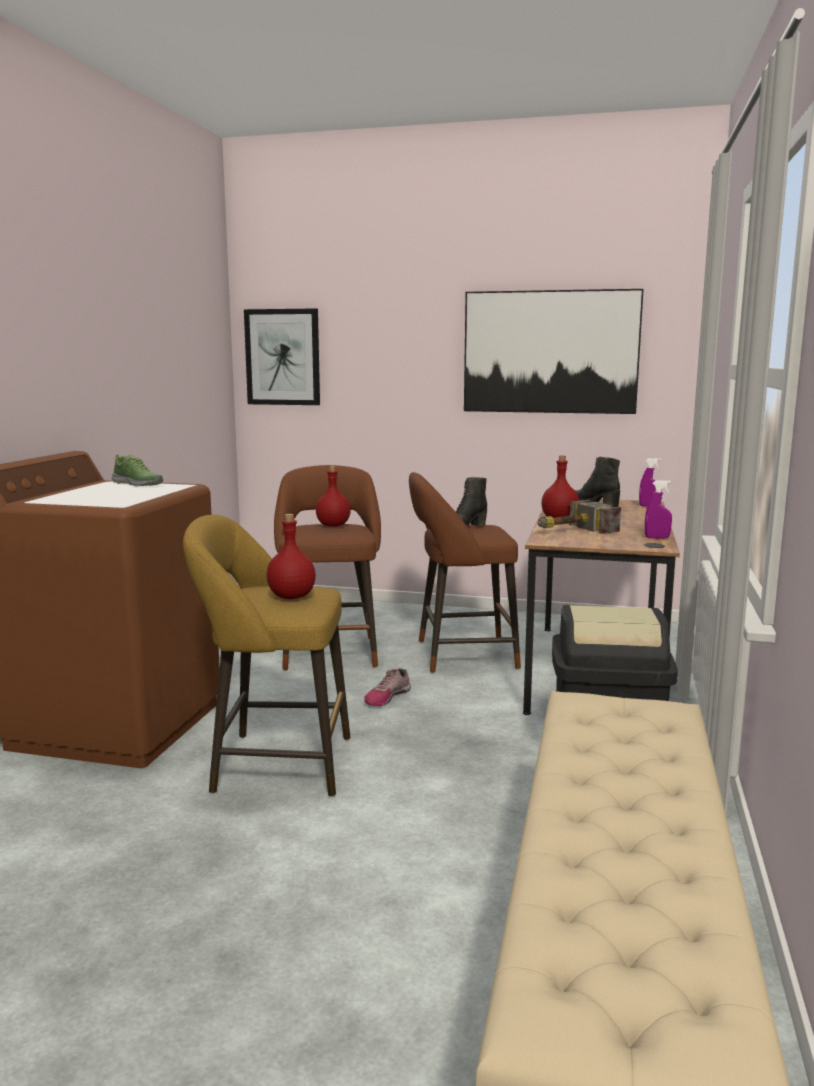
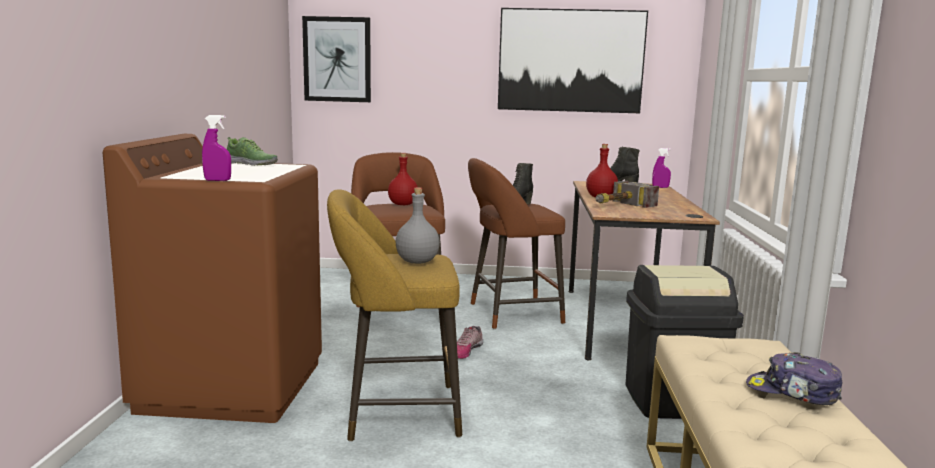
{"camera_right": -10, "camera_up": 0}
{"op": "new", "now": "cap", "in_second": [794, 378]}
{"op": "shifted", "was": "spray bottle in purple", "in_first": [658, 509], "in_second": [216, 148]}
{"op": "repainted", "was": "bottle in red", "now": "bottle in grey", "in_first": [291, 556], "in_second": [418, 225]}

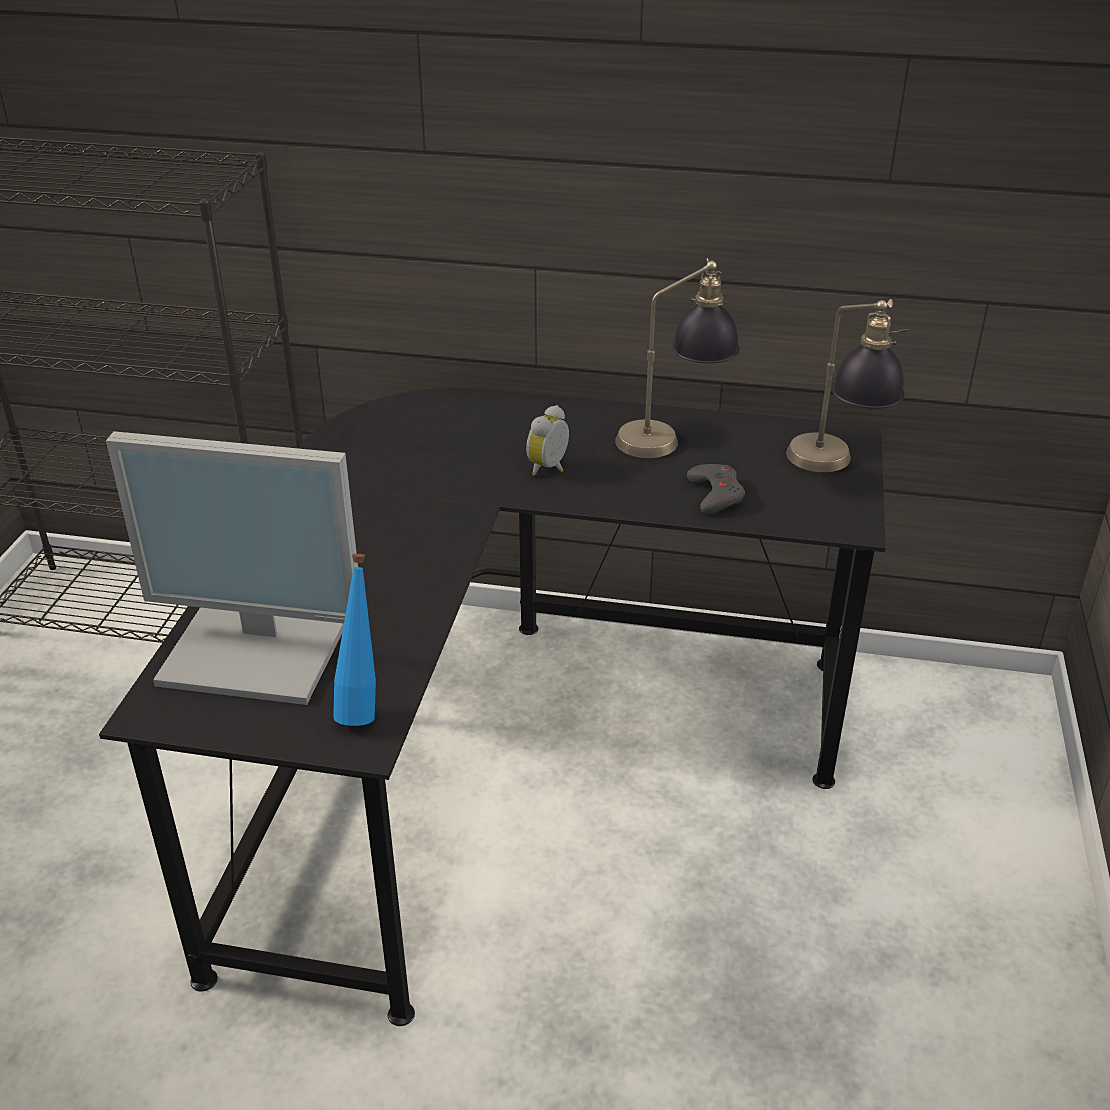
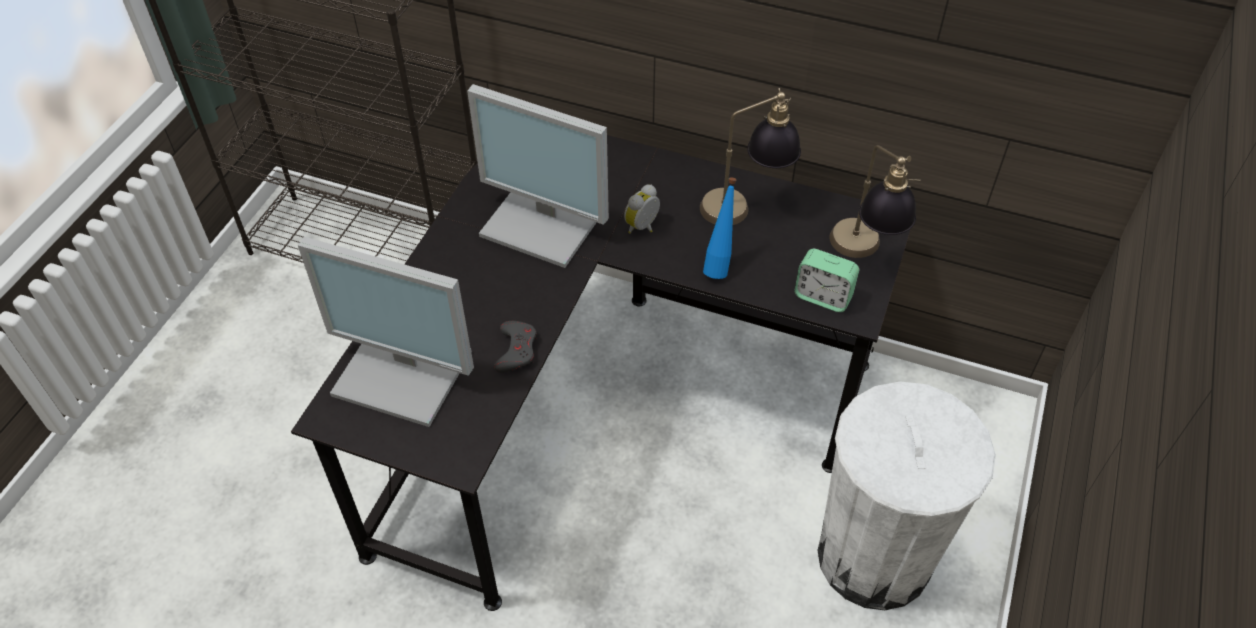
{"camera_right": 10, "camera_up": 15}
{"op": "new", "now": "monitor", "in_second": [538, 176]}
{"op": "new", "now": "alarm clock", "in_second": [826, 280]}
{"op": "new", "now": "trash can in white", "in_second": [906, 496]}
{"op": "shifted", "was": "bottle in blue", "in_first": [354, 640], "in_second": [719, 228]}
{"op": "shifted", "was": "game controller in grey", "in_first": [716, 489], "in_second": [515, 347]}

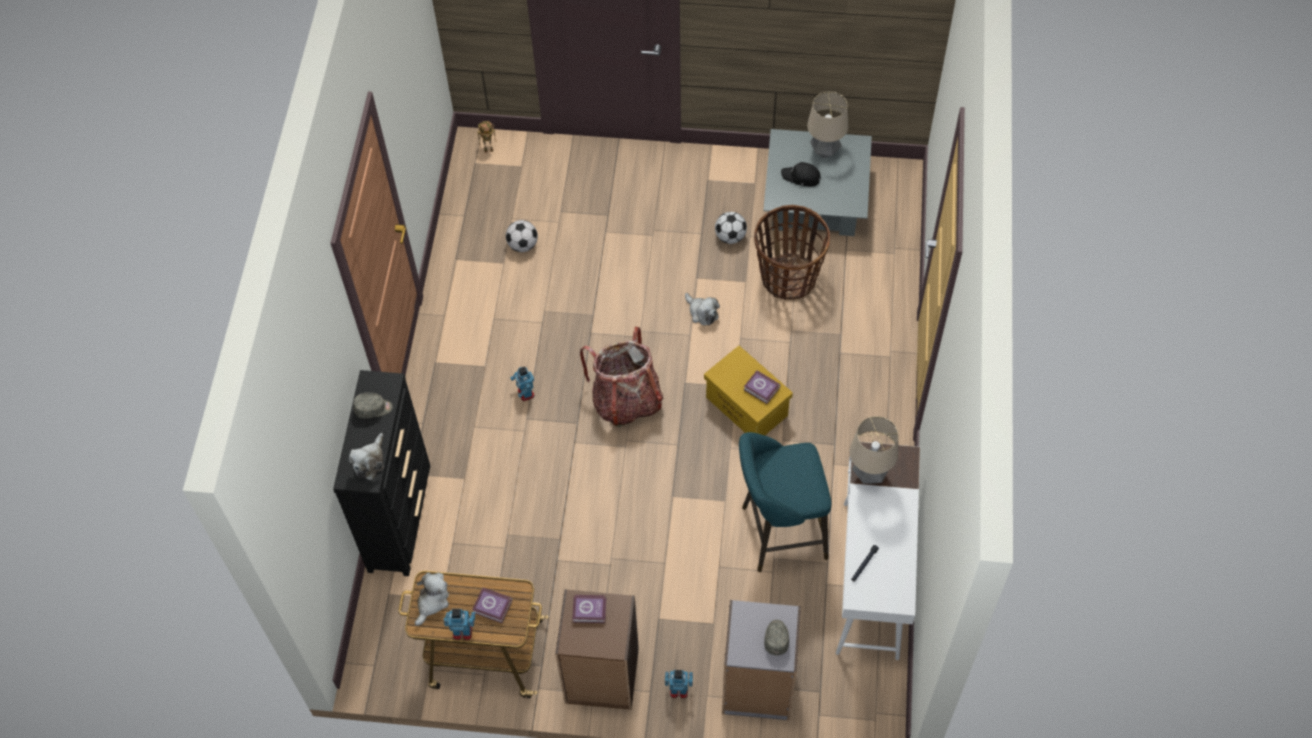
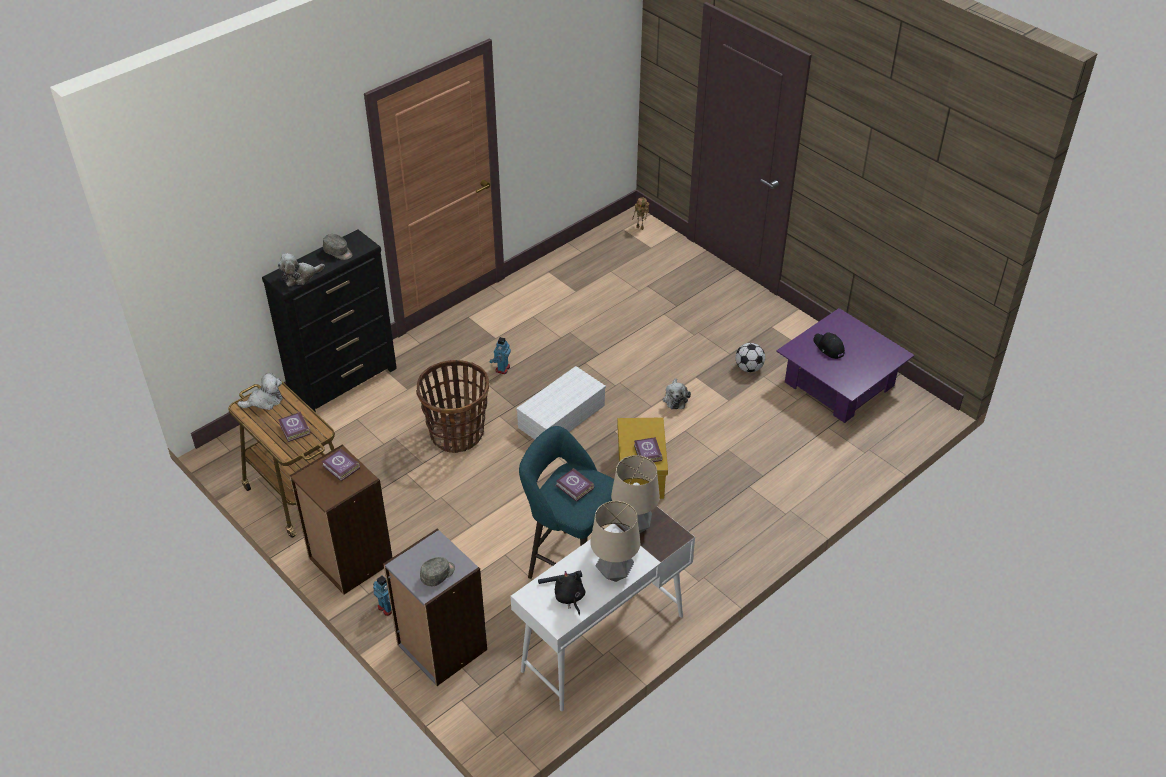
{"camera_right": 40, "camera_up": -15}
{"op": "gone", "was": "toy robot", "in_first": [459, 624]}
{"op": "gone", "was": "football", "in_first": [522, 236]}
{"op": "new", "now": "plush toy in black", "in_second": [570, 593]}
{"op": "new", "now": "book", "in_second": [575, 485]}
{"op": "shifted", "was": "basket", "in_first": [792, 252], "in_second": [452, 406]}
{"op": "shifted", "was": "table lamp", "in_first": [827, 124], "in_second": [615, 541]}
{"op": "swapped", "was": "backpack", "now": "storage box in white", "in_first": [621, 376], "in_second": [561, 403]}
{"op": "repainted", "was": "coffee table in grey", "now": "coffee table in purple", "in_first": [817, 182], "in_second": [845, 365]}

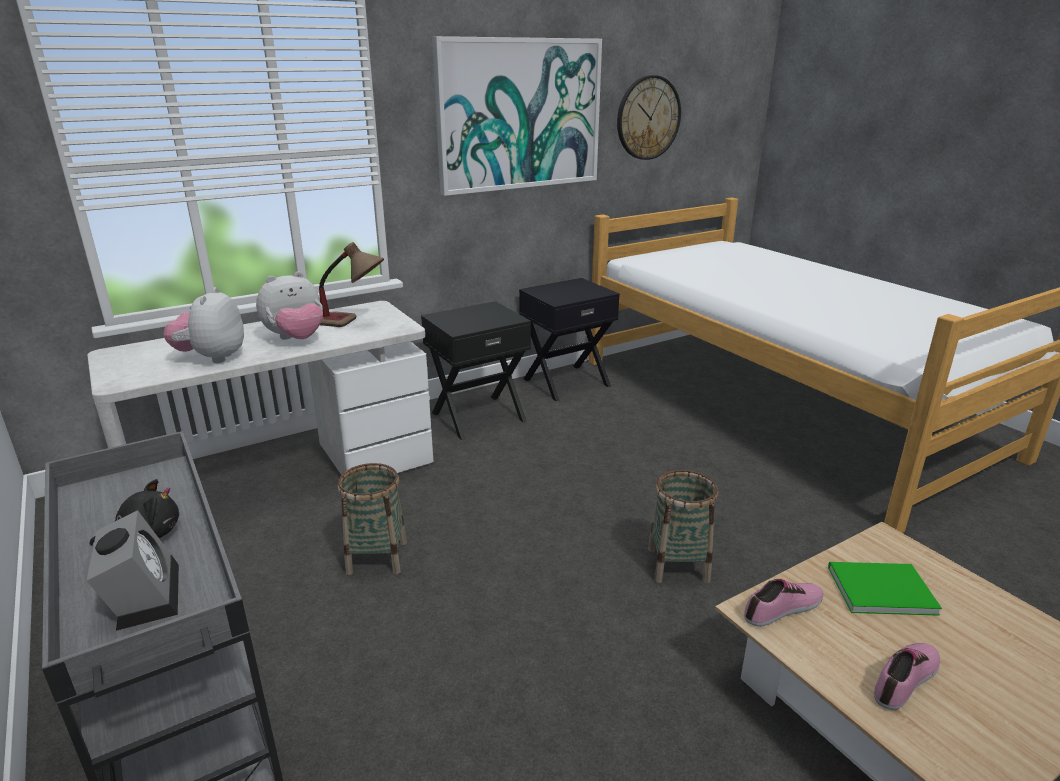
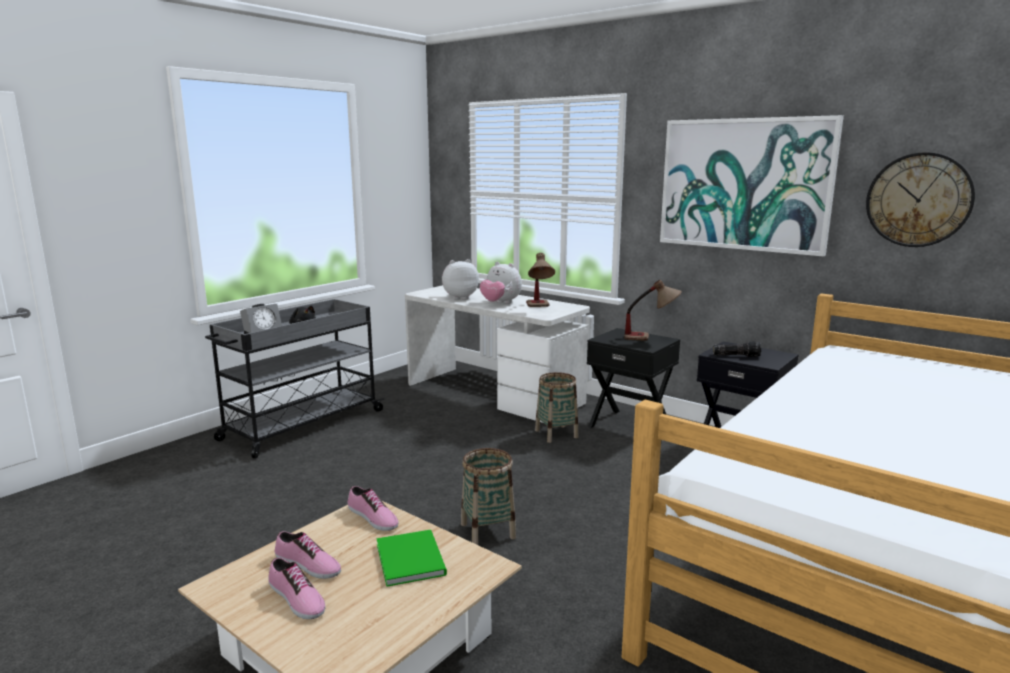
{"camera_right": 70, "camera_up": -10}
{"op": "new", "now": "shoe", "in_second": [297, 588]}
{"op": "new", "now": "table lamp", "in_second": [653, 310]}
{"op": "new", "now": "flashlight", "in_second": [737, 349]}
{"op": "shifted", "was": "basket", "in_first": [372, 519], "in_second": [557, 407]}

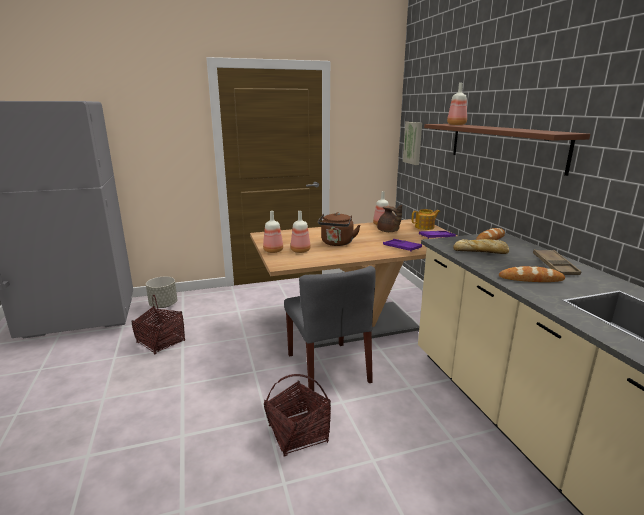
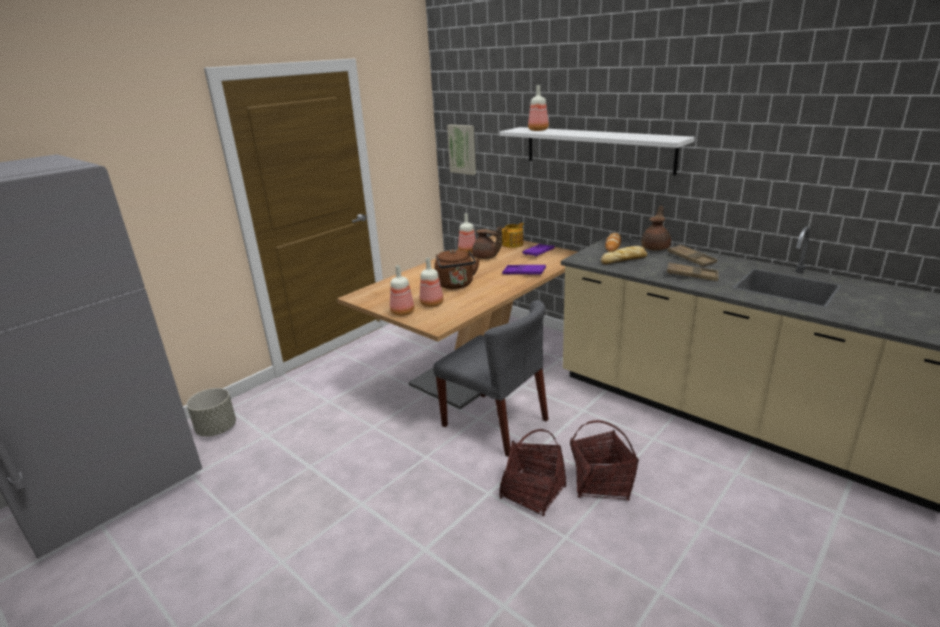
{"camera_right": -30, "camera_up": 5}
{"op": "new", "now": "teapot in brown", "in_second": [656, 228]}
{"op": "shifted", "was": "basket", "in_first": [158, 325], "in_second": [604, 460]}
{"op": "swapped", "was": "bread", "now": "tray in brown", "in_first": [532, 274], "in_second": [693, 272]}
{"op": "repainted", "was": "shelf in brown", "now": "shelf in white", "in_first": [507, 150], "in_second": [597, 151]}

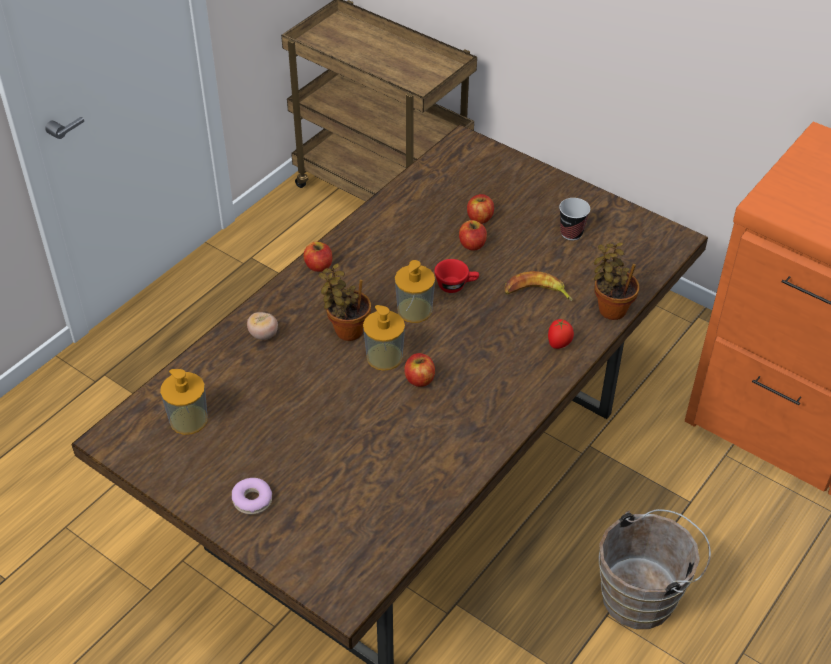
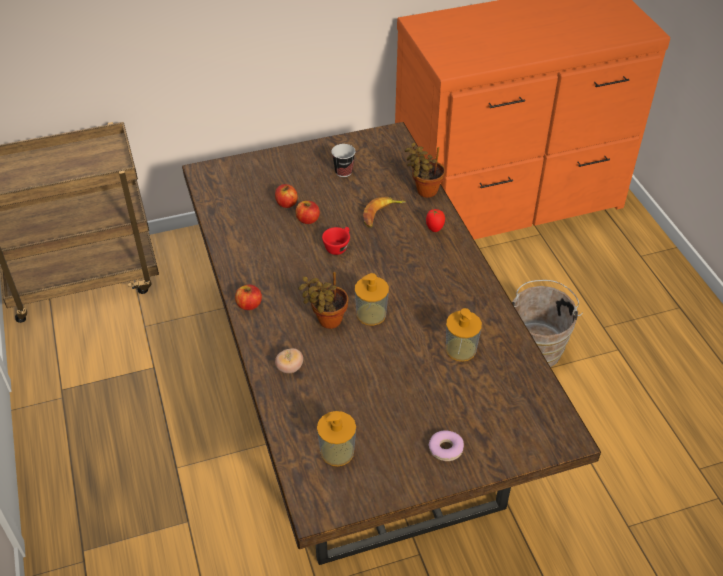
{"camera_right": -55, "camera_up": 0}
{"op": "gone", "was": "apple", "in_first": [419, 370]}
{"op": "shifted", "was": "soap dispenser", "in_first": [415, 291], "in_second": [464, 334]}

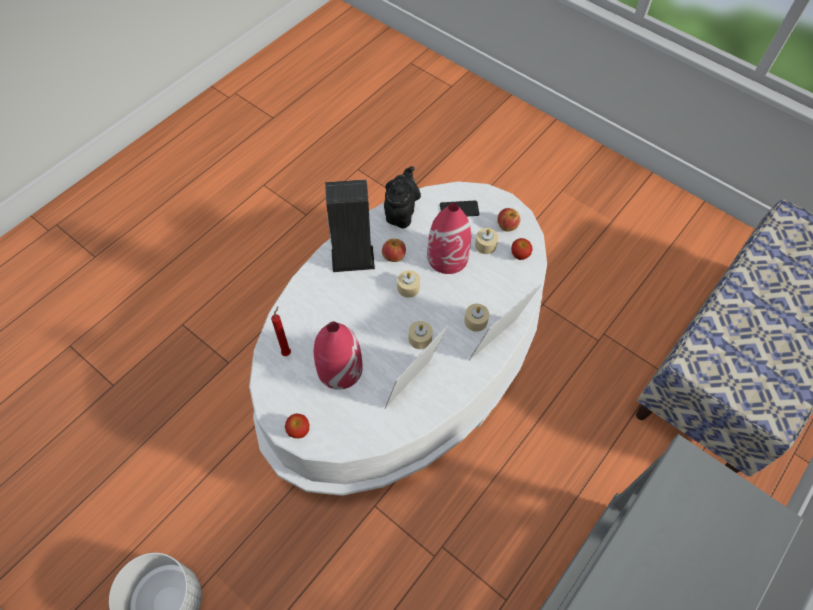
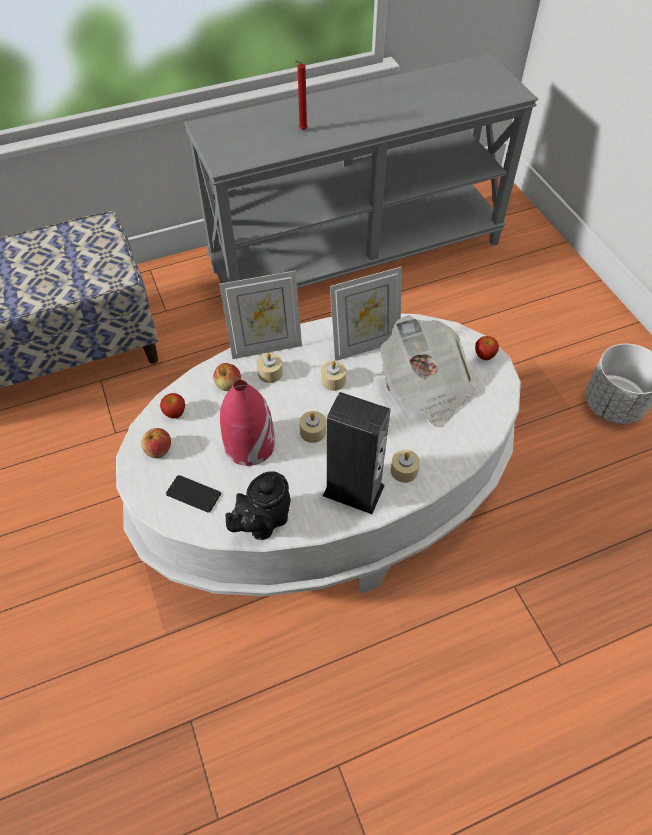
{"camera_right": -150, "camera_up": -5}
{"op": "shifted", "was": "candle in red", "in_first": [281, 331], "in_second": [301, 95]}
{"op": "shifted", "was": "apple", "in_first": [394, 250], "in_second": [227, 377]}
{"op": "shifted", "was": "candle in beige", "in_first": [486, 241], "in_second": [405, 466]}
{"op": "swapped", "was": "vase in red", "now": "newspaper", "in_first": [338, 356], "in_second": [427, 371]}

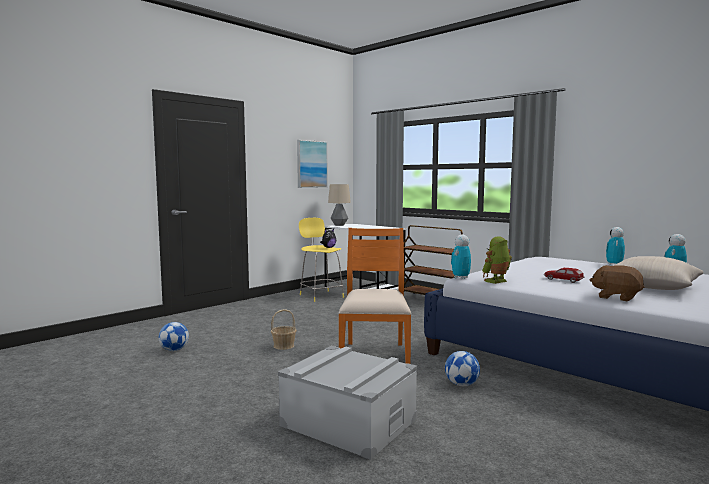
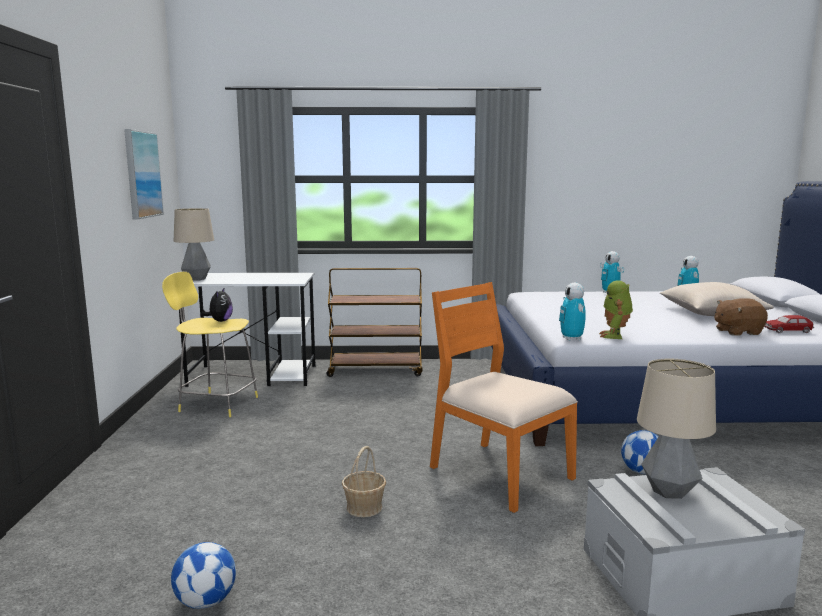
{"camera_right": -45, "camera_up": 5}
{"op": "new", "now": "table lamp", "in_second": [676, 429]}
{"op": "shifted", "was": "toy car", "in_first": [564, 275], "in_second": [789, 324]}

